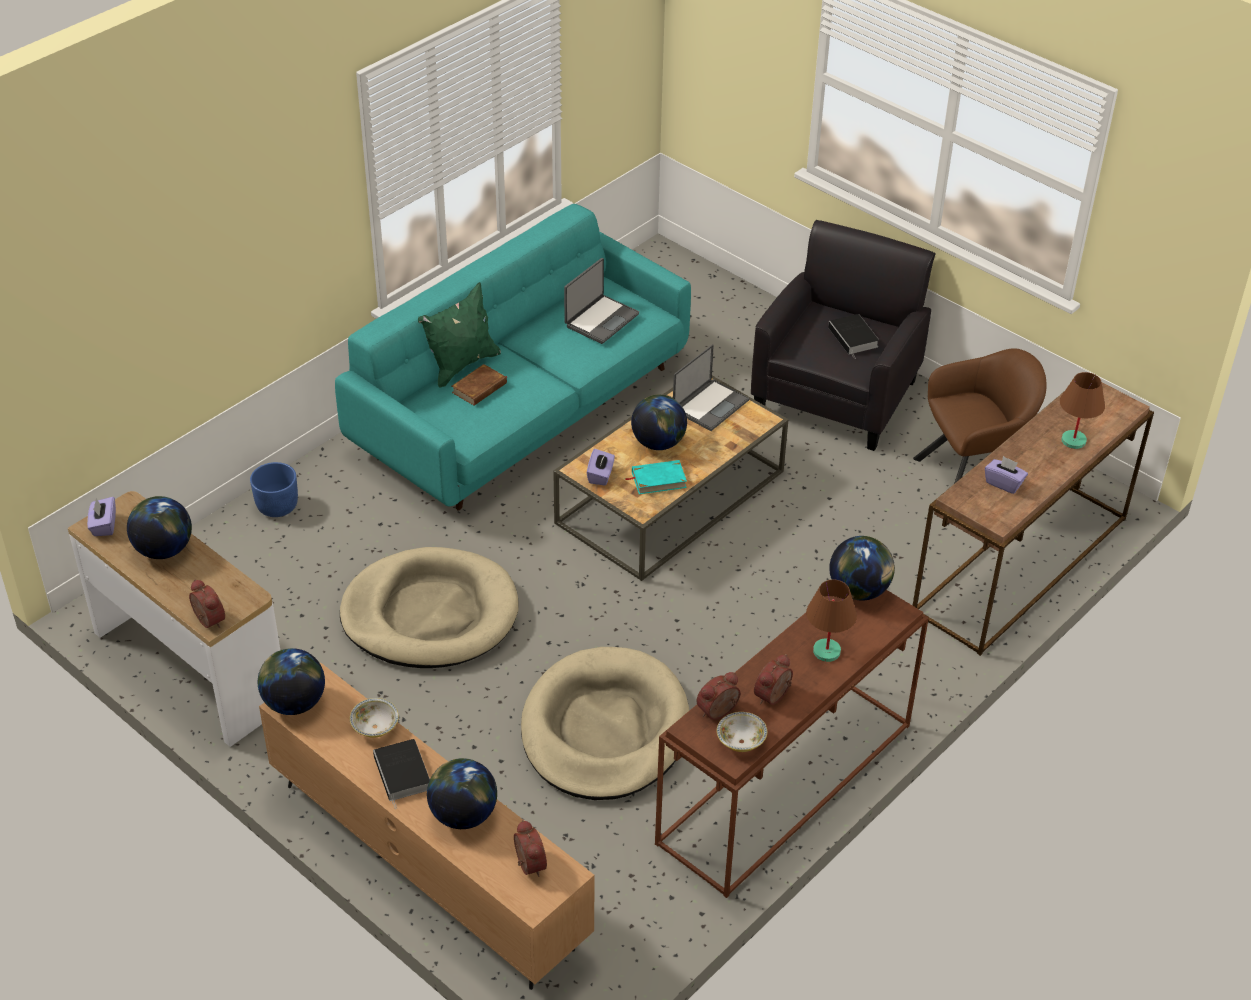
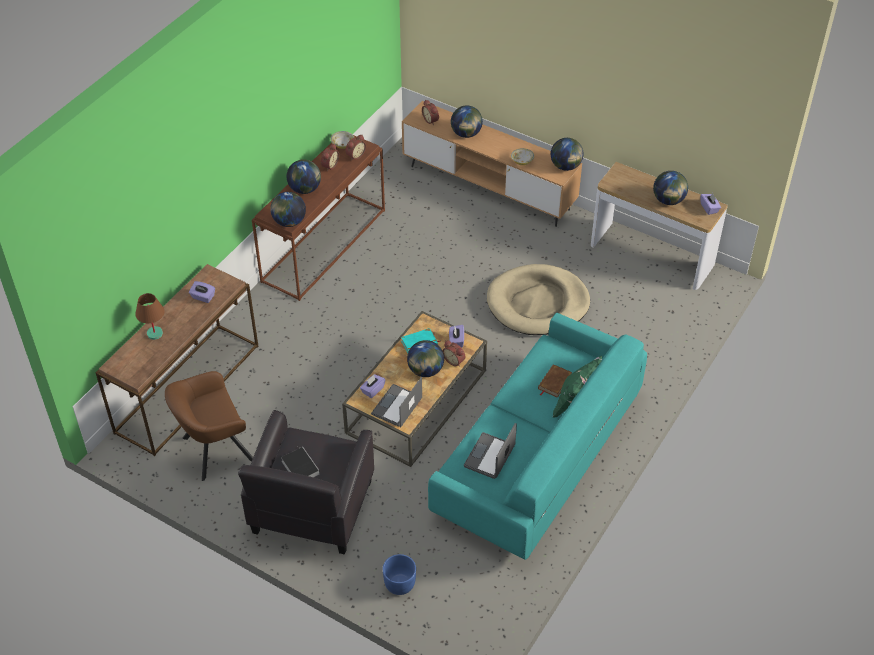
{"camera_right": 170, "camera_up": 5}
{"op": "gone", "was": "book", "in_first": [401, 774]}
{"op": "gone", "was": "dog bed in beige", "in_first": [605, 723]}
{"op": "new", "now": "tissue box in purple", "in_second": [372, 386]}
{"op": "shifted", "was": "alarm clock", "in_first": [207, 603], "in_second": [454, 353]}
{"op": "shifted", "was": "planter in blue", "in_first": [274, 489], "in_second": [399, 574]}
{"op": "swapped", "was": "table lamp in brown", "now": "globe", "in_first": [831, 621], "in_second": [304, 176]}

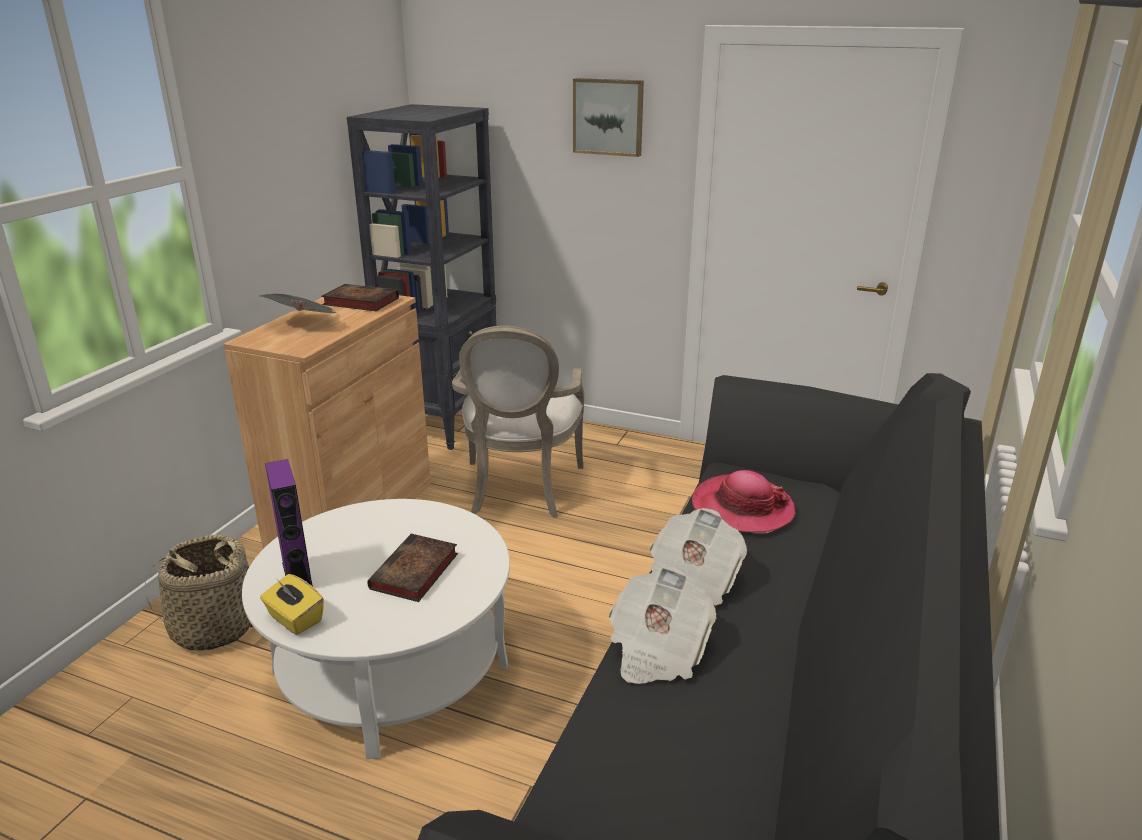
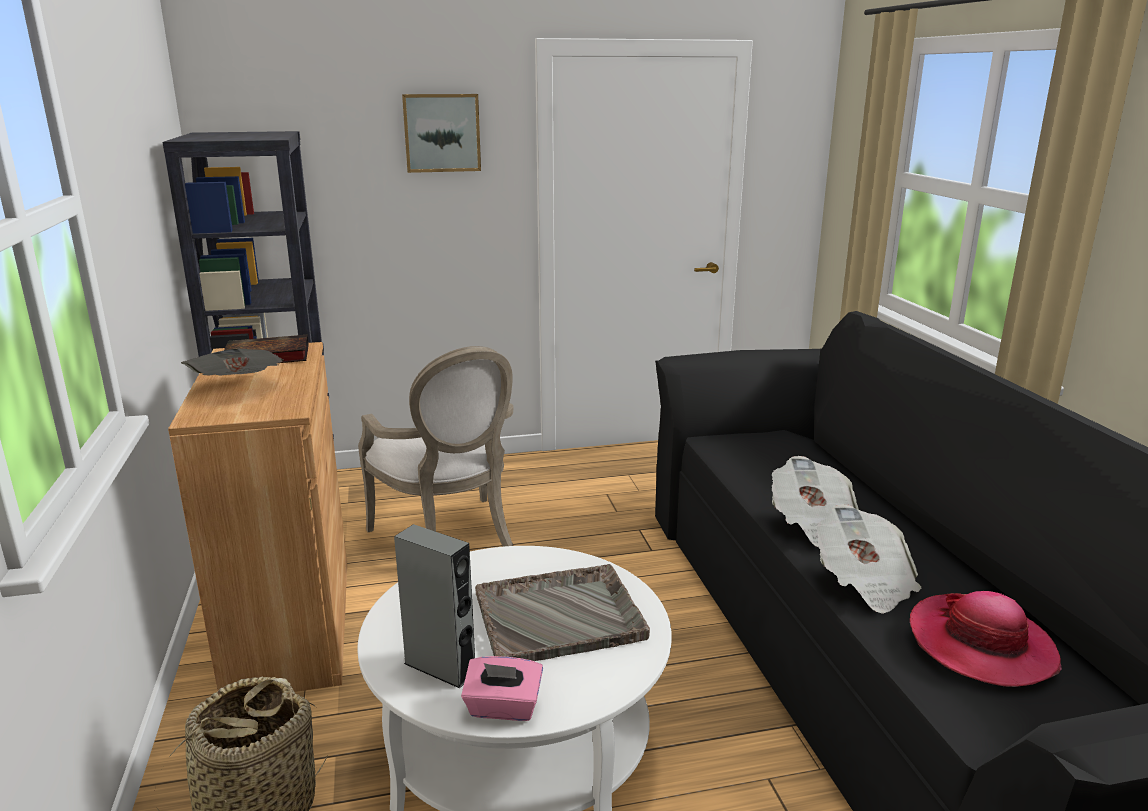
{"camera_right": -35, "camera_up": -5}
{"op": "shifted", "was": "hat", "in_first": [744, 502], "in_second": [986, 639]}
{"op": "swapped", "was": "book", "now": "tray in grey", "in_first": [412, 568], "in_second": [562, 612]}
{"op": "repainted", "was": "tissue box in yellow", "now": "tissue box in pink", "in_first": [292, 604], "in_second": [502, 688]}
{"op": "repainted", "was": "speaker in purple", "now": "speaker in grey", "in_first": [289, 522], "in_second": [434, 606]}

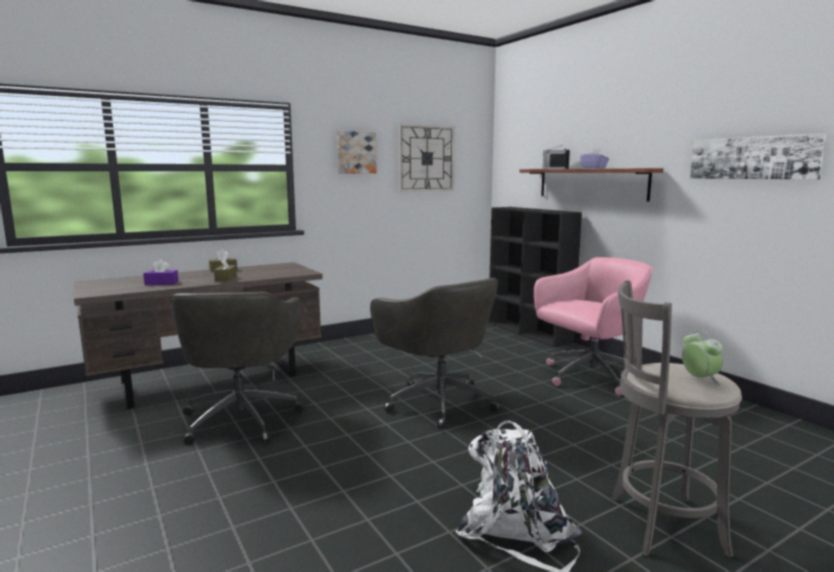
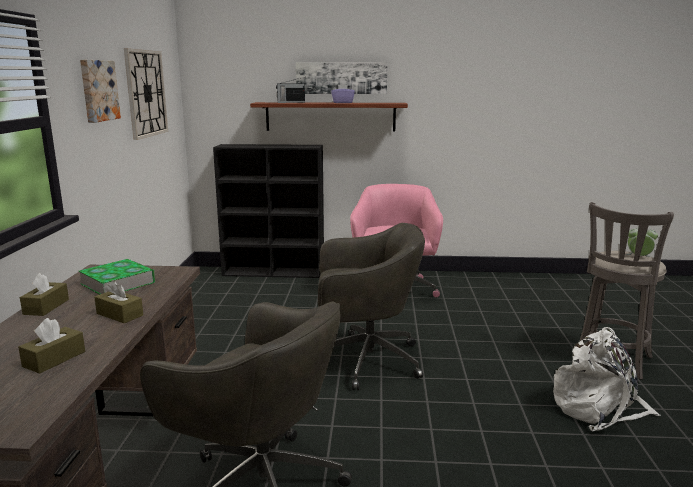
{"camera_right": -55, "camera_up": 5}
{"op": "new", "now": "book", "in_second": [117, 277]}
{"op": "shifted", "was": "picture", "in_first": [758, 156], "in_second": [342, 78]}
{"op": "repainted", "was": "tissue box in purple", "now": "tissue box in brown", "in_first": [161, 272], "in_second": [51, 346]}

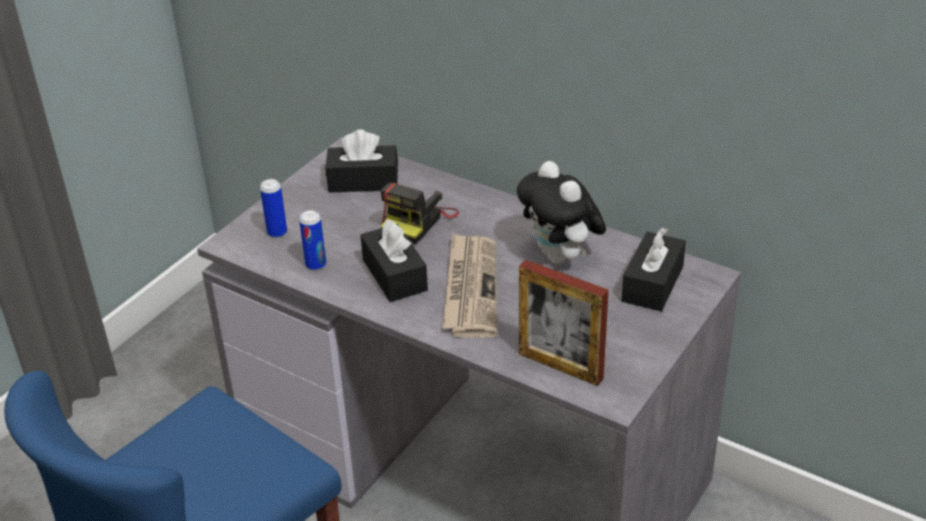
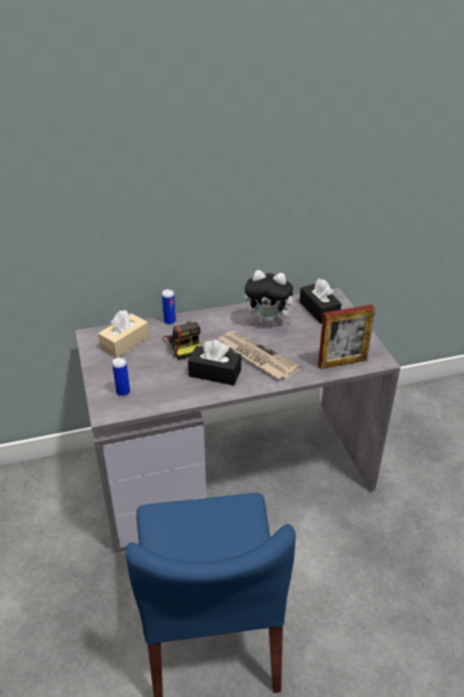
{"camera_right": -50, "camera_up": 0}
{"op": "shifted", "was": "can", "in_first": [312, 240], "in_second": [169, 307]}
{"op": "repainted", "was": "tissue box in black", "now": "tissue box in beige", "in_first": [362, 161], "in_second": [123, 334]}

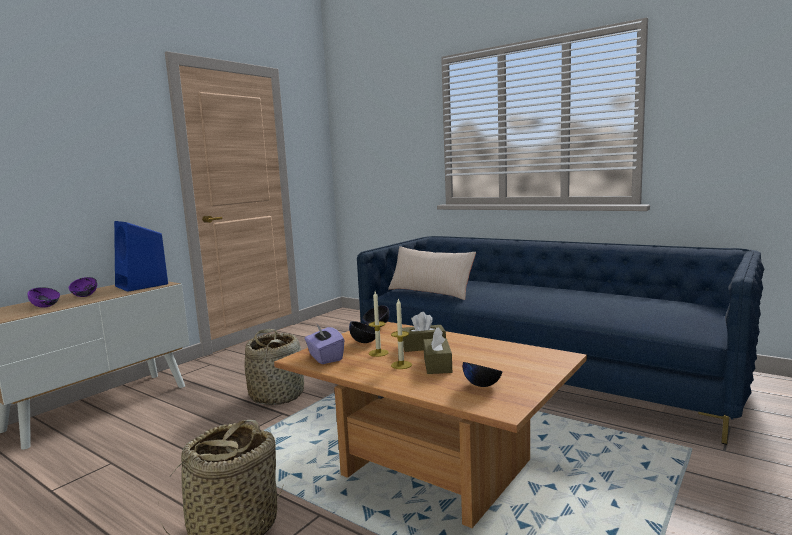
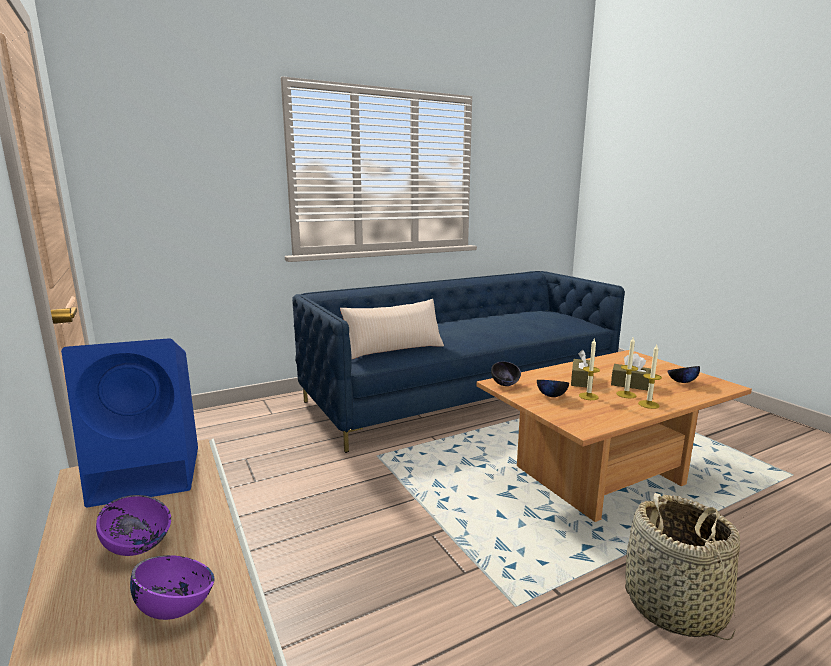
{"camera_right": -65, "camera_up": 5}
{"op": "gone", "was": "basket", "in_first": [274, 367]}
{"op": "gone", "was": "tissue box in purple", "in_first": [324, 344]}
{"op": "new", "now": "candle", "in_second": [650, 377]}

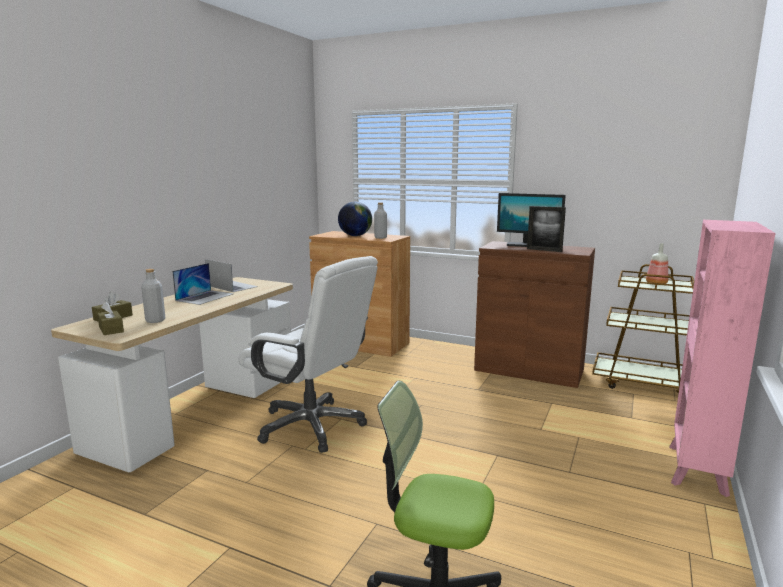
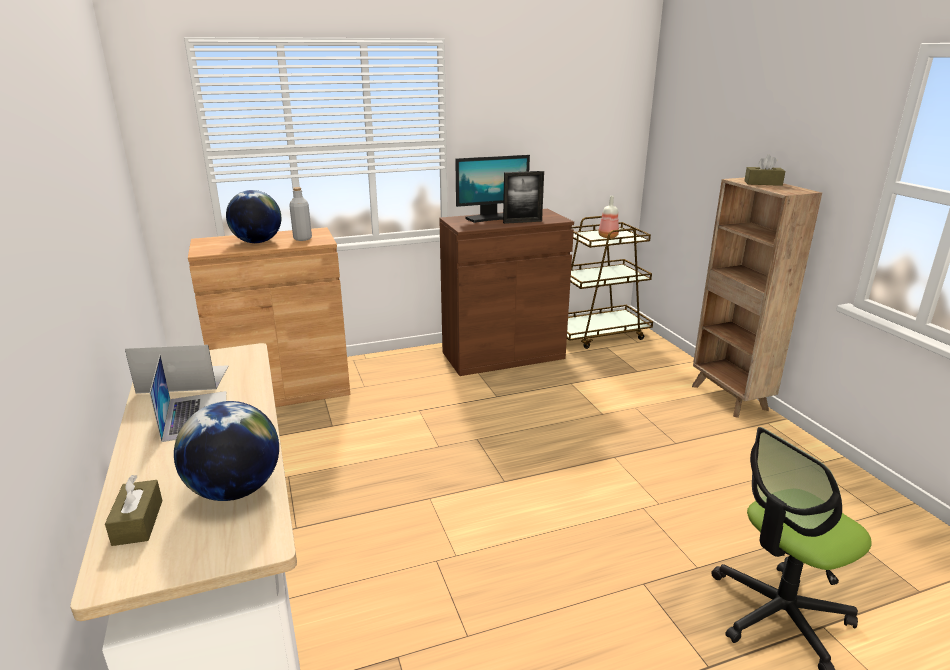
{"camera_right": -45, "camera_up": 10}
{"op": "gone", "was": "office chair in white", "in_first": [308, 354]}
{"op": "shifted", "was": "tissue box in brown", "in_first": [110, 318], "in_second": [764, 170]}
{"op": "swapped", "was": "bottle in grey", "now": "globe", "in_first": [153, 296], "in_second": [226, 451]}
{"op": "repainted", "was": "bookcase in pink", "now": "bookcase in brown", "in_first": [722, 358], "in_second": [757, 297]}

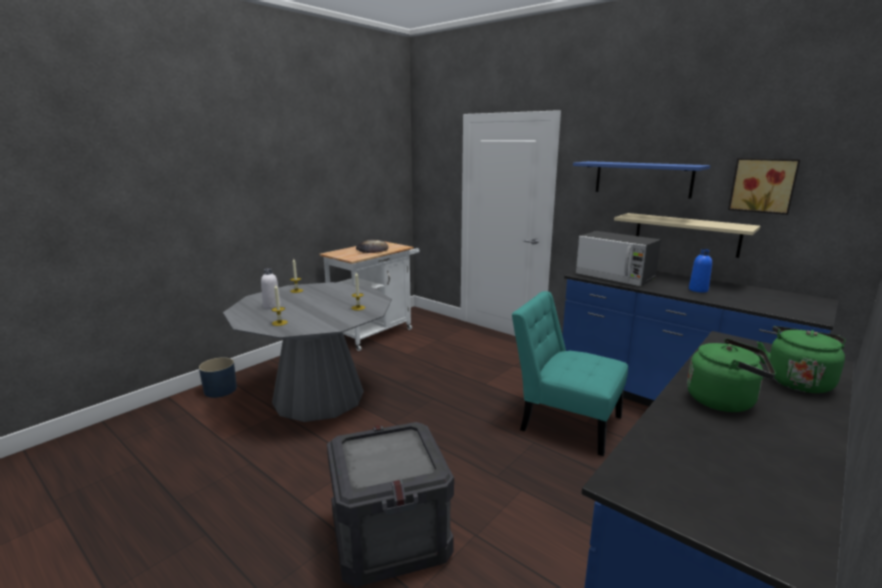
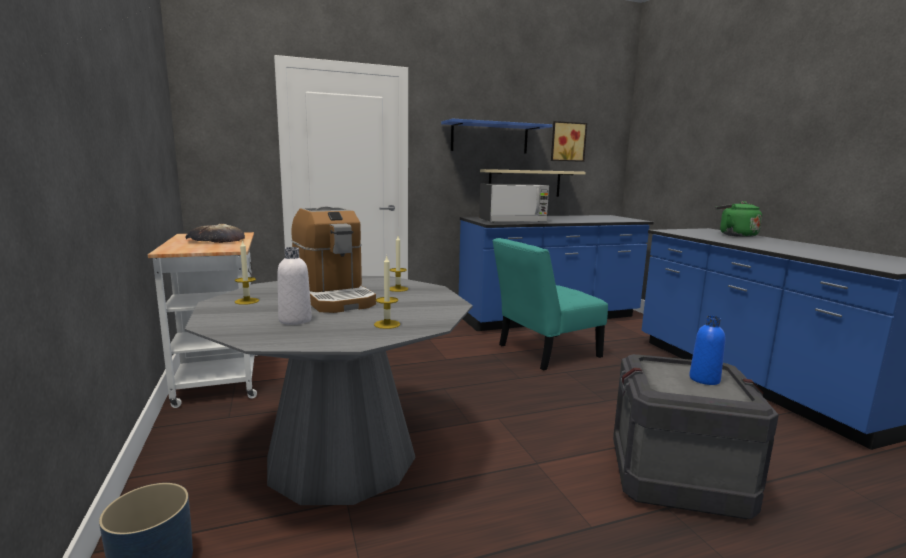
{"camera_right": -60, "camera_up": -5}
{"op": "gone", "was": "kettle in green", "in_first": [731, 375]}
{"op": "new", "now": "coffee machine", "in_second": [333, 259]}
{"op": "shifted", "was": "bottle in blue", "in_first": [700, 271], "in_second": [707, 350]}

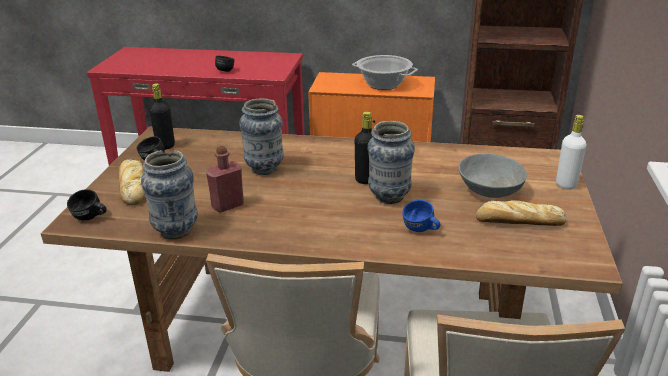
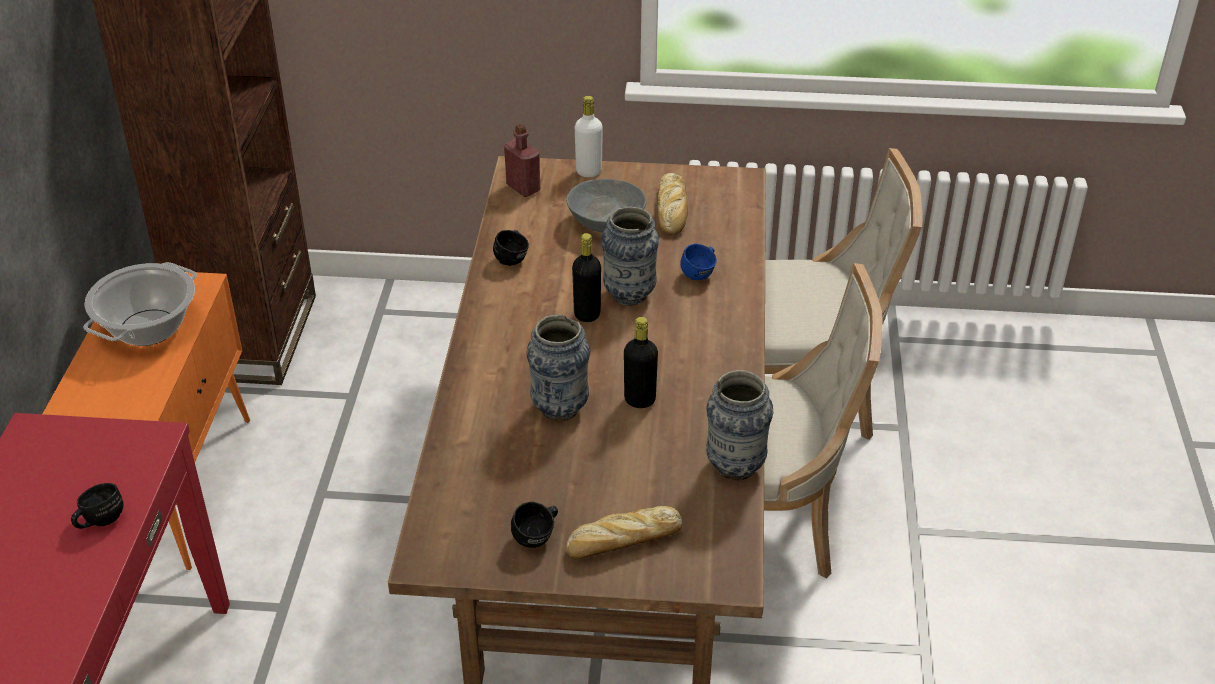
{"camera_right": -95, "camera_up": 10}
{"op": "shifted", "was": "mug in black", "in_first": [87, 204], "in_second": [511, 248]}
{"op": "shifted", "was": "bottle in black", "in_first": [162, 116], "in_second": [641, 362]}
{"op": "shifted", "was": "bottle in red", "in_first": [225, 179], "in_second": [522, 160]}

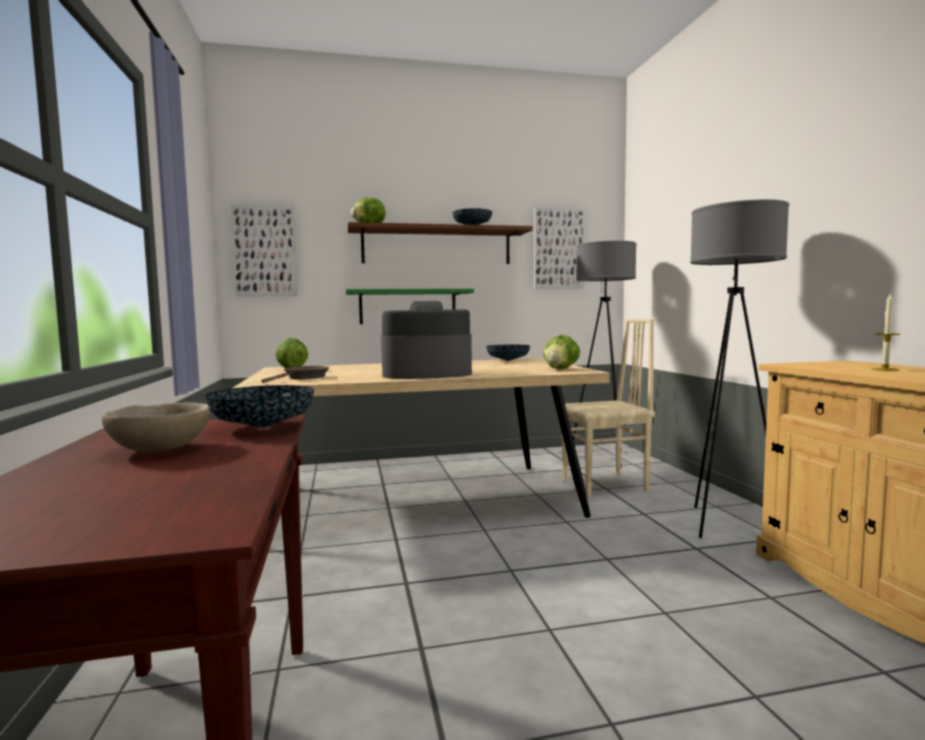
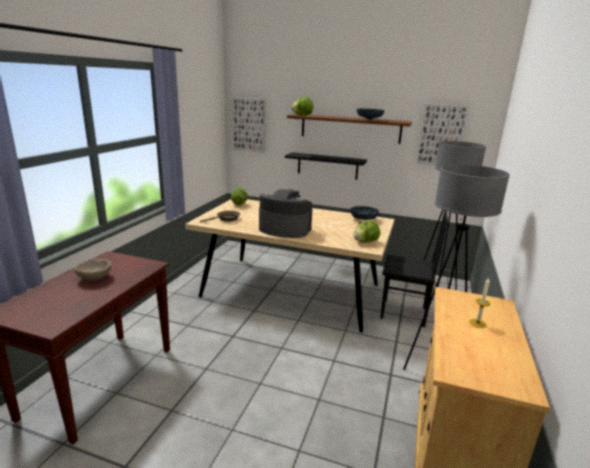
{"camera_right": 30, "camera_up": 15}
{"op": "gone", "was": "bowl", "in_first": [259, 406]}
{"op": "repainted", "was": "shelf in green", "now": "shelf in black", "in_first": [410, 306], "in_second": [326, 166]}
{"op": "repainted", "was": "chair in beige", "now": "chair in black", "in_first": [608, 408], "in_second": [414, 268]}

